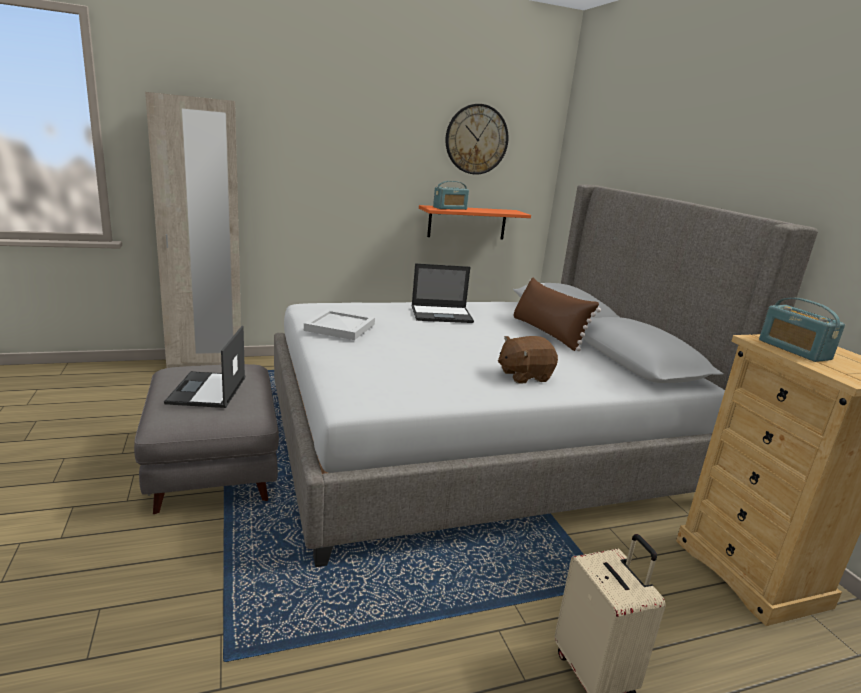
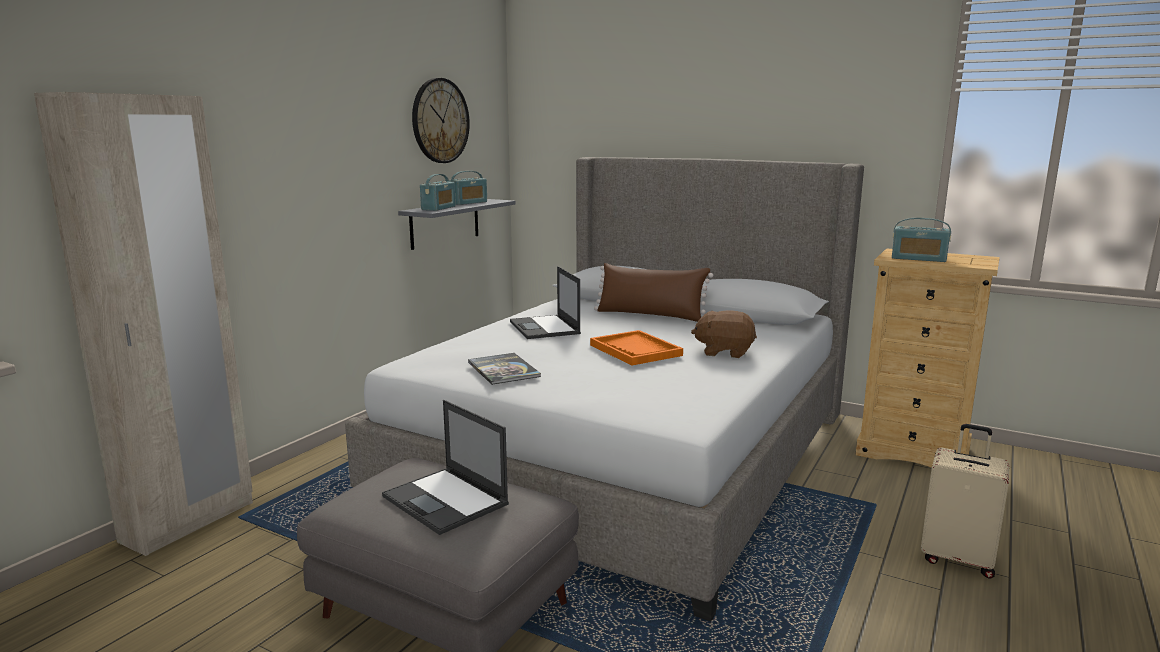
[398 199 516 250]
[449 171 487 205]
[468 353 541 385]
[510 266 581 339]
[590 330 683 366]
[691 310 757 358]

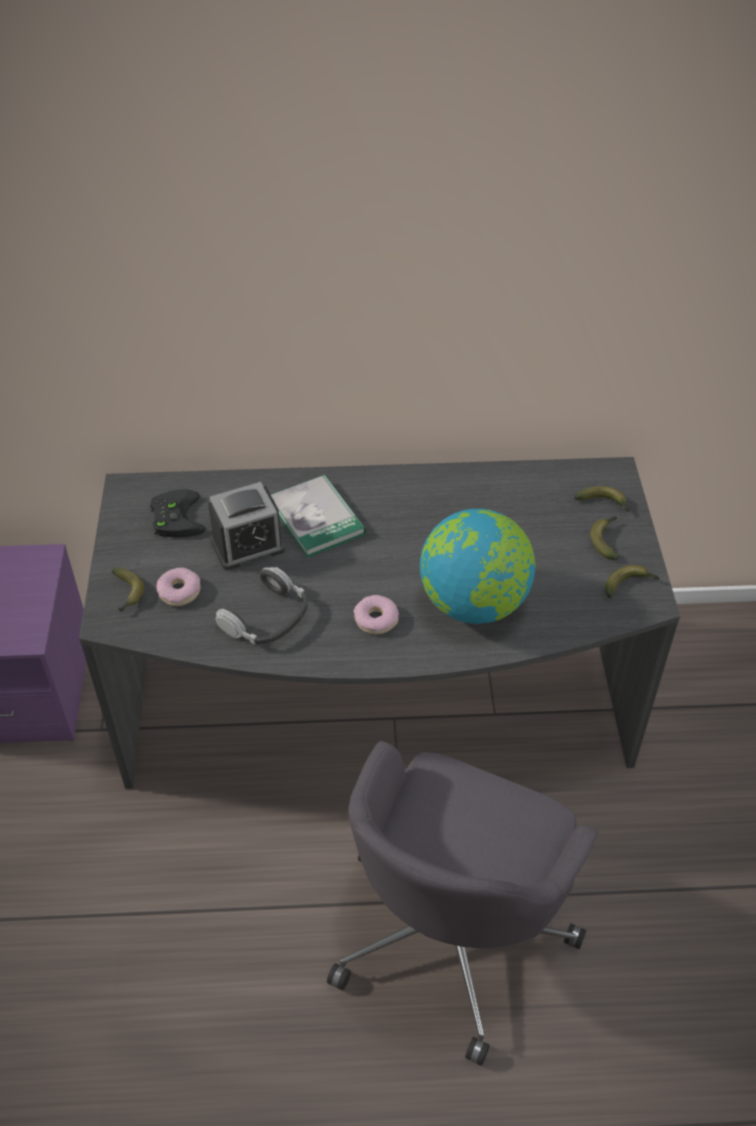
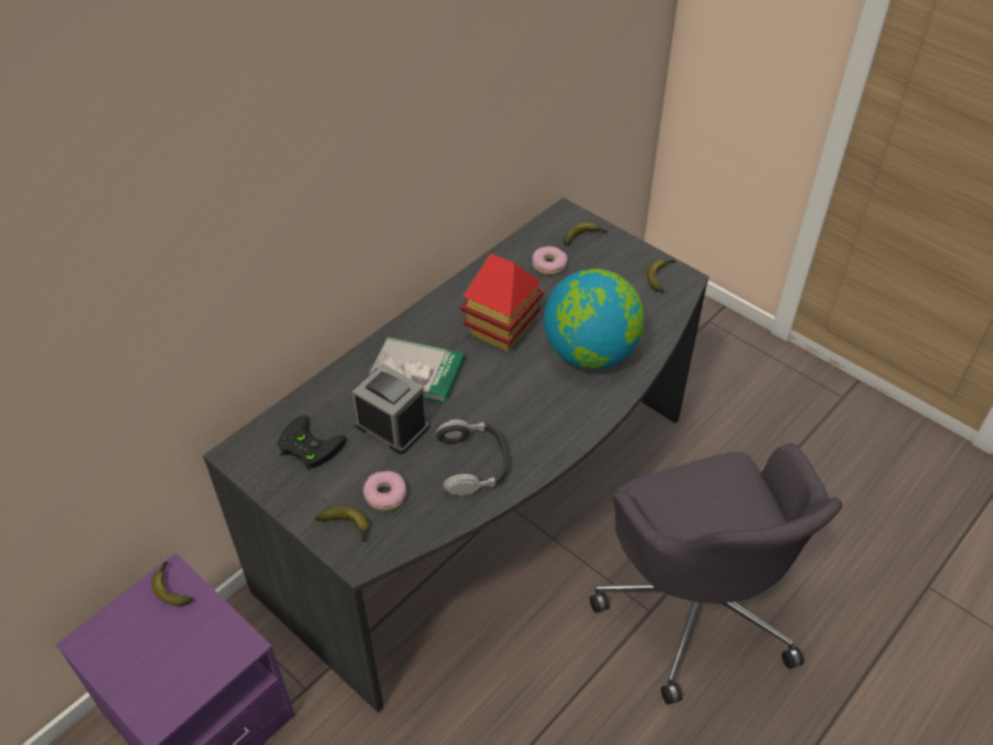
[152 561 193 606]
[352 364 429 454]
[460 254 544 352]
[532 246 568 275]

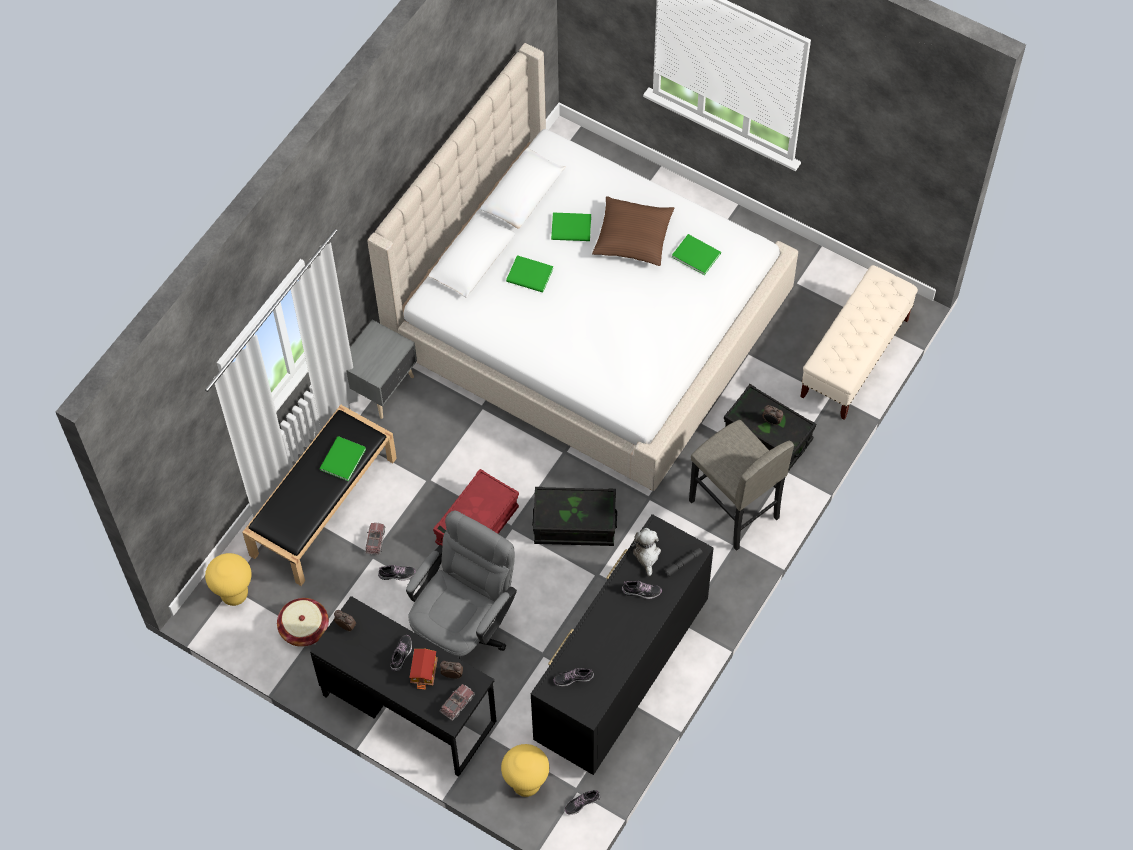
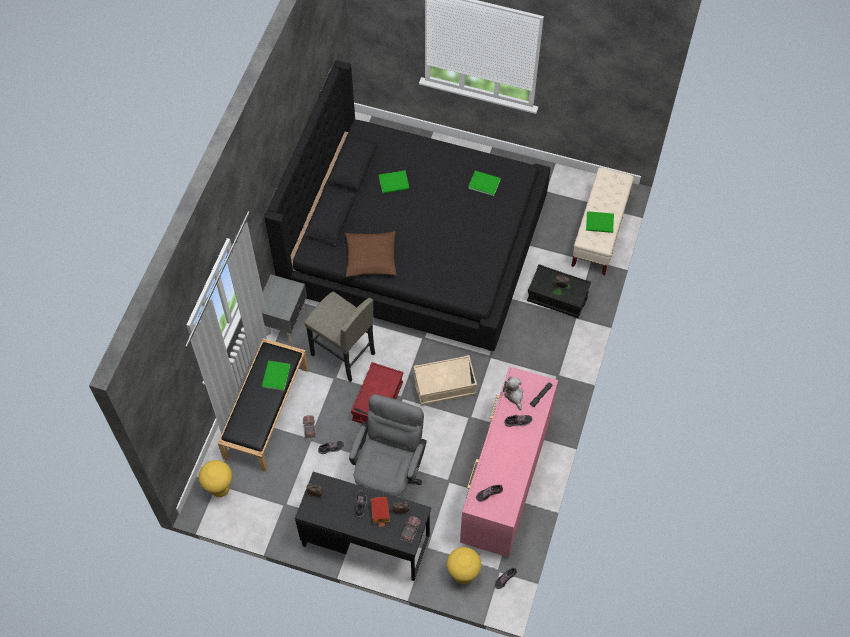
[264 60 551 351]
[304 291 375 382]
[345 231 397 277]
[413 355 477 406]
[460 366 558 557]
[586 211 614 233]
[277 598 329 647] (first image)

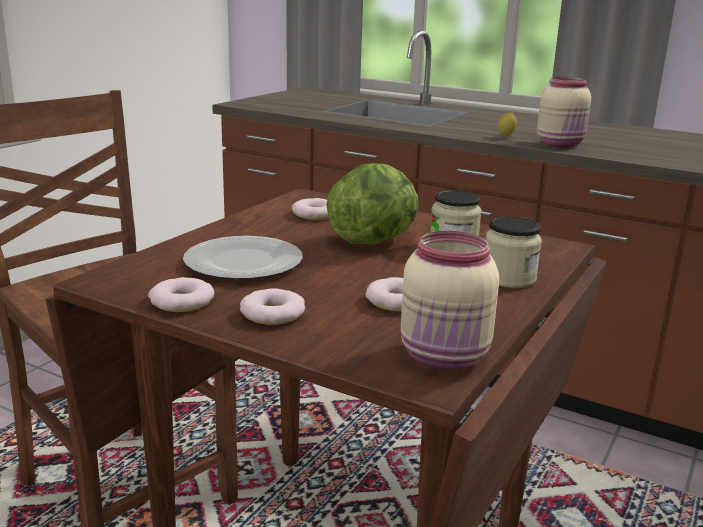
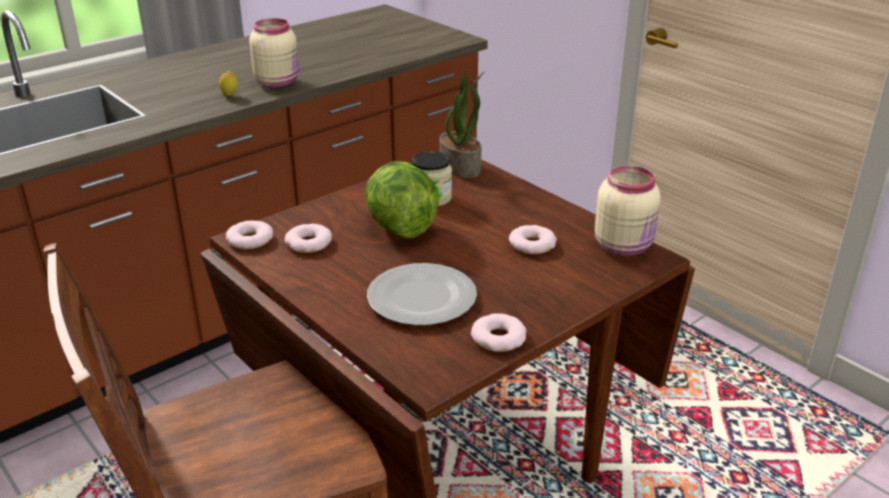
[226 220 273 249]
[439 70 484 178]
[486 216 542 288] (first image)

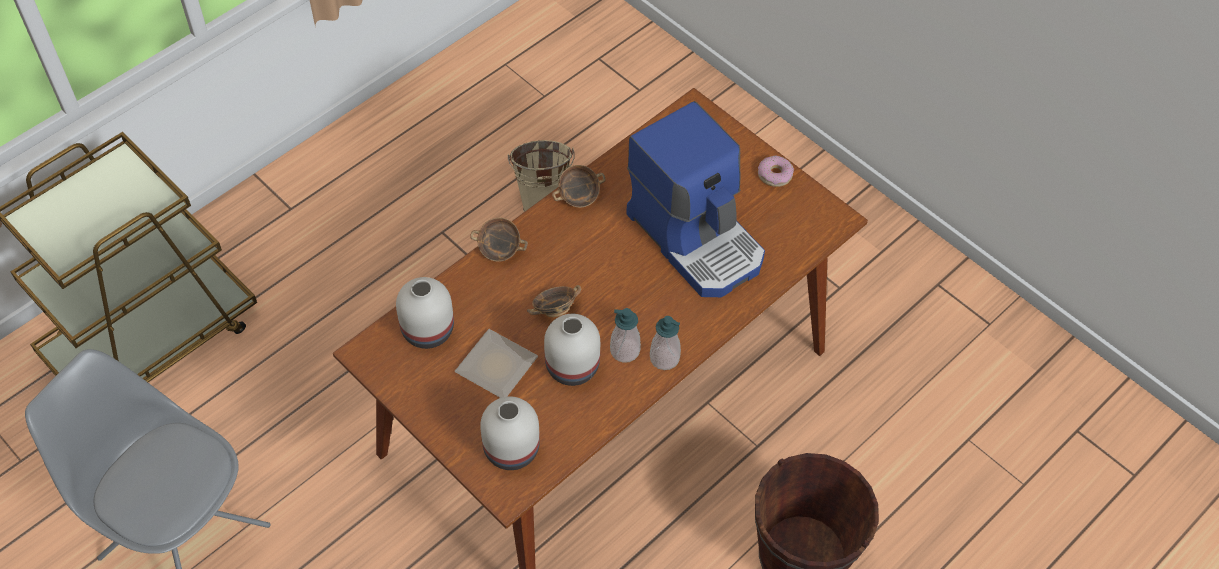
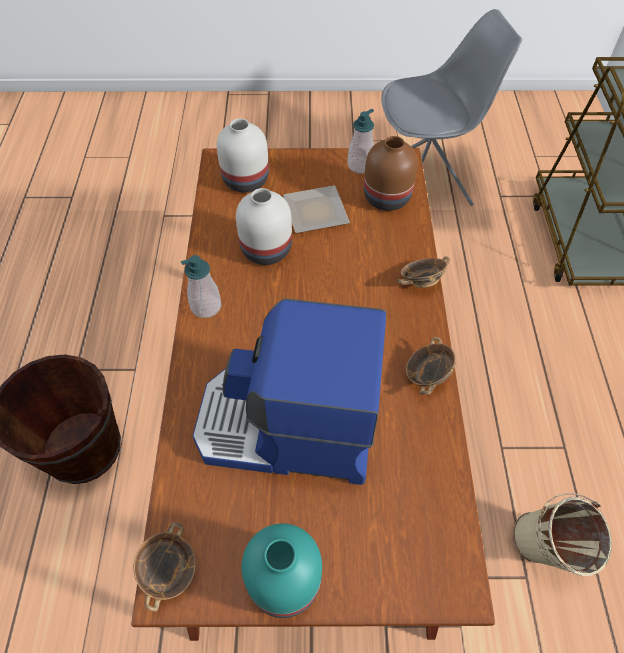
[133 522 196 612]
[242 523 322 618]
[347 109 374 174]
[364 136 418 211]

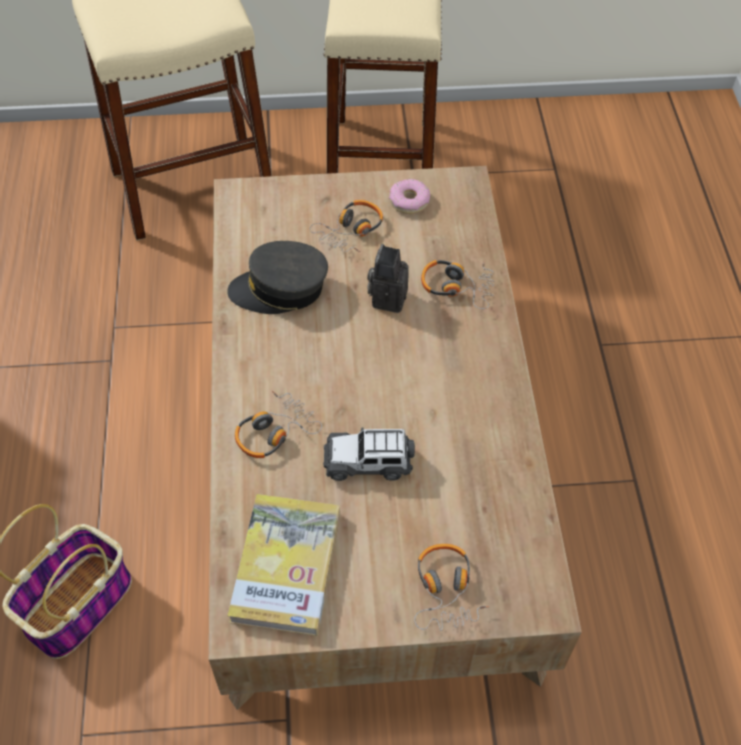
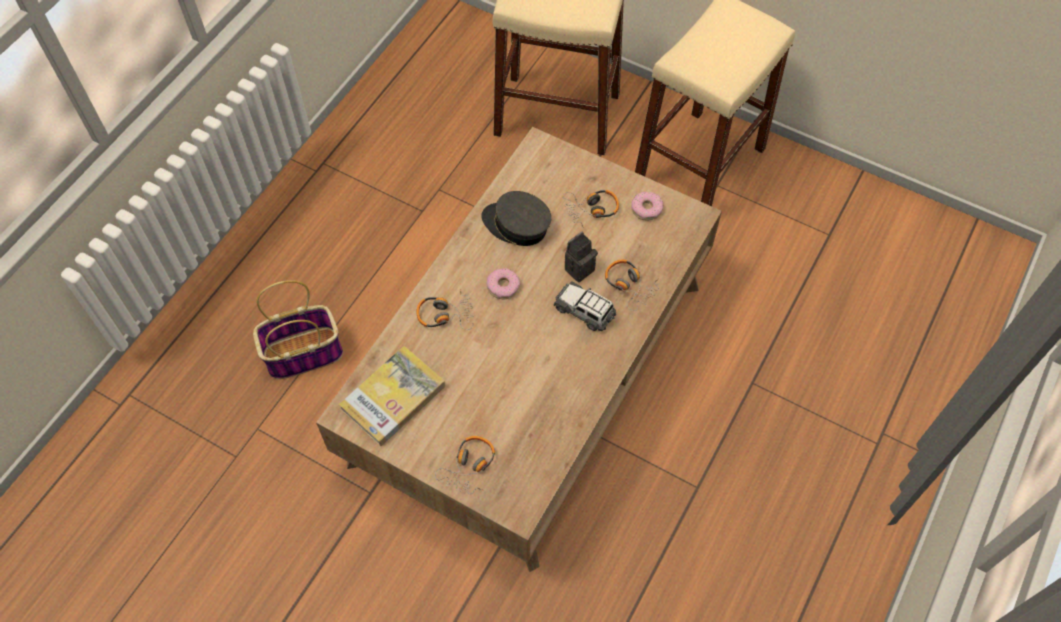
[486 268 520 299]
[553 282 617 331]

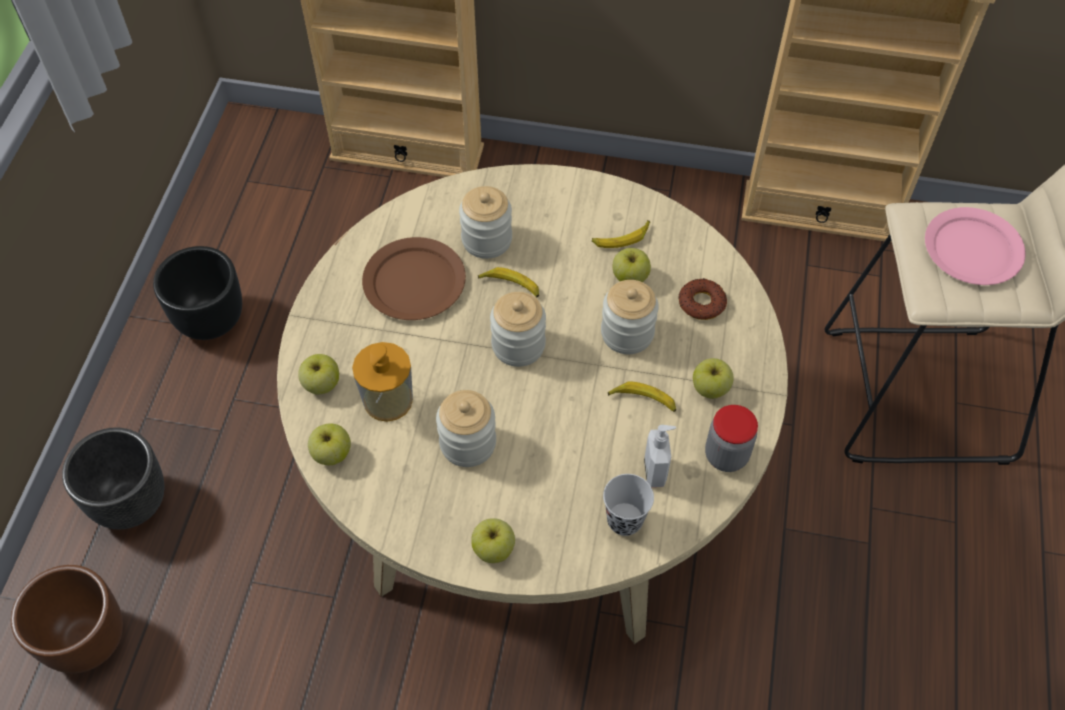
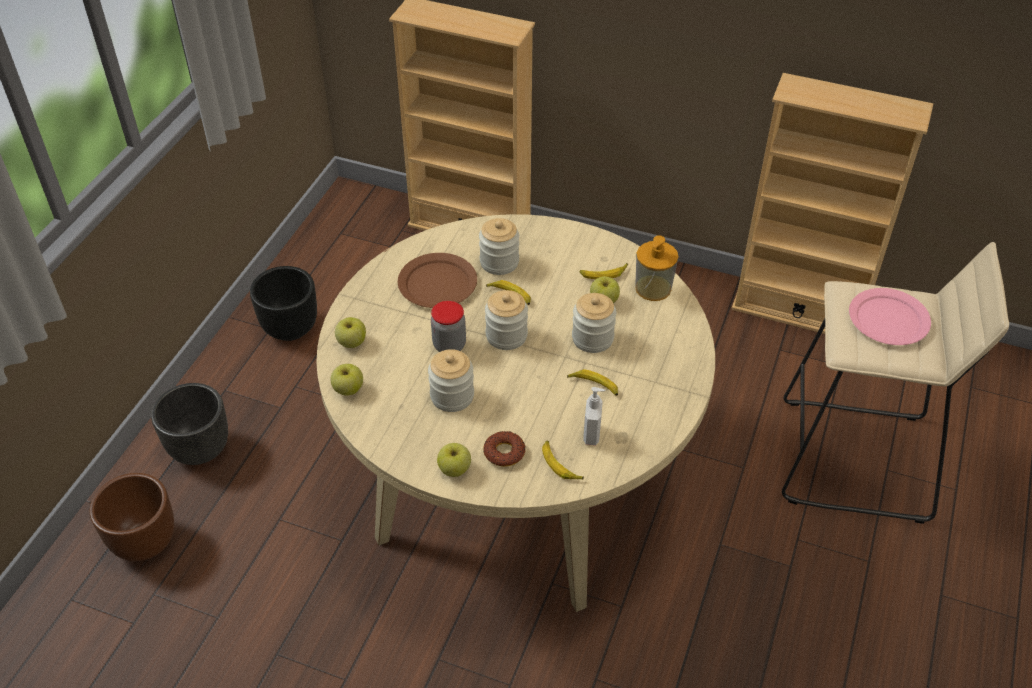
[431 301 466 352]
[483 431 526 467]
[542 441 584 479]
[635 235 679 301]
[693 358 734 399] (first image)

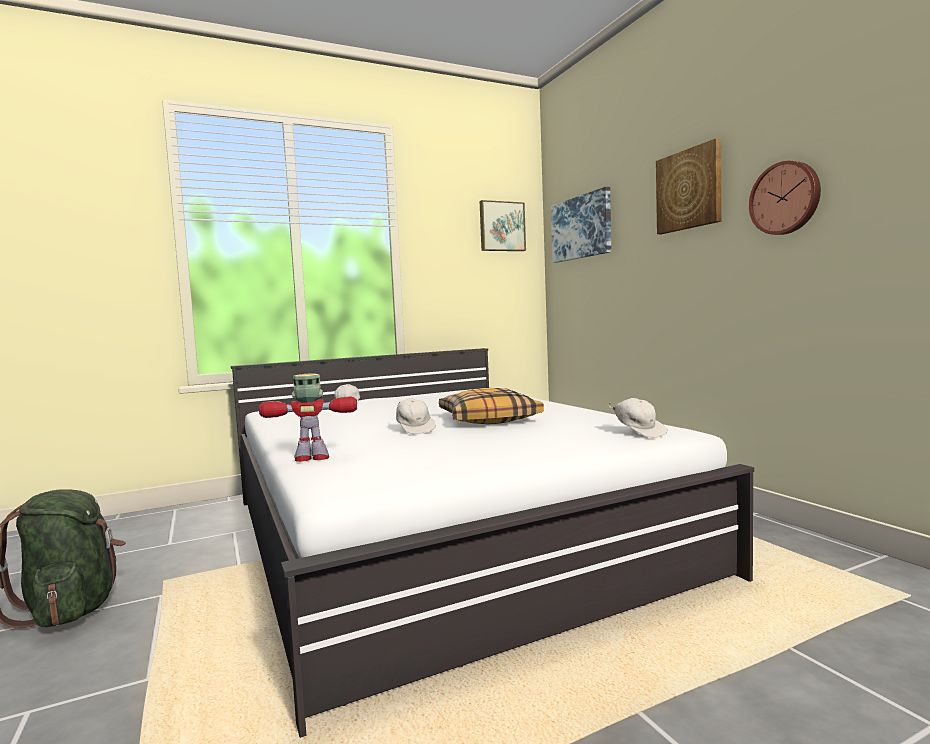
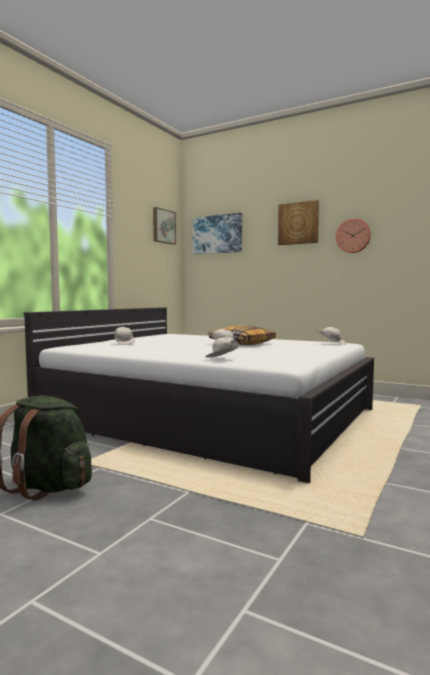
[205 337 243 358]

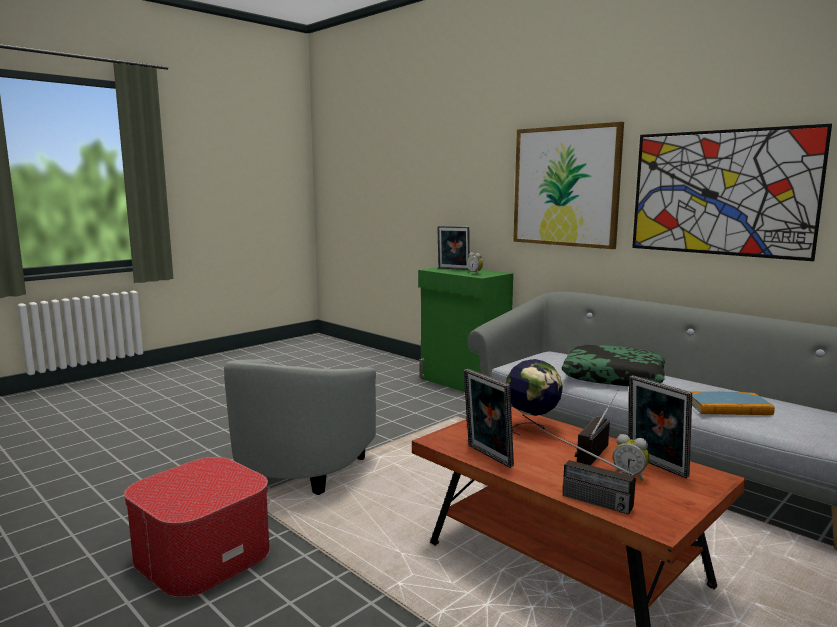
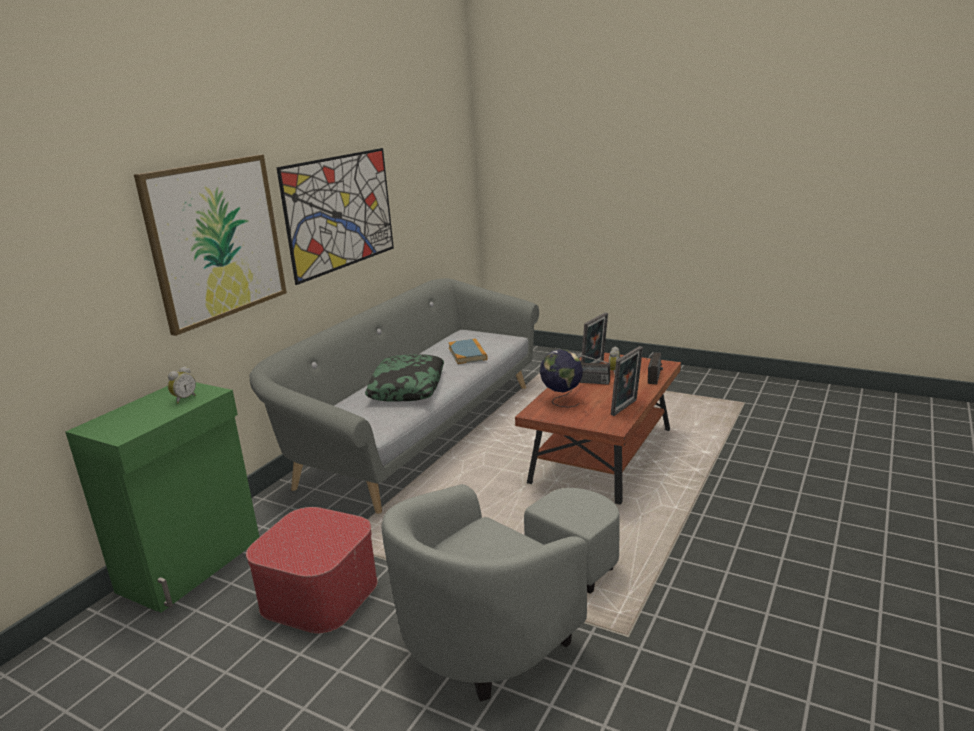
[246 507 377 634]
[381 484 620 702]
[437 226 470 270] (first image)

